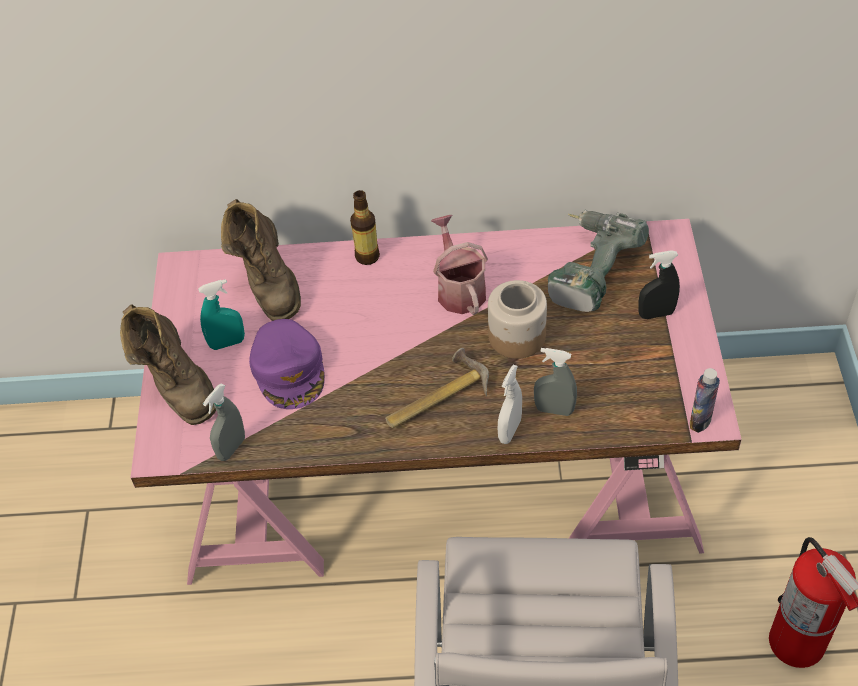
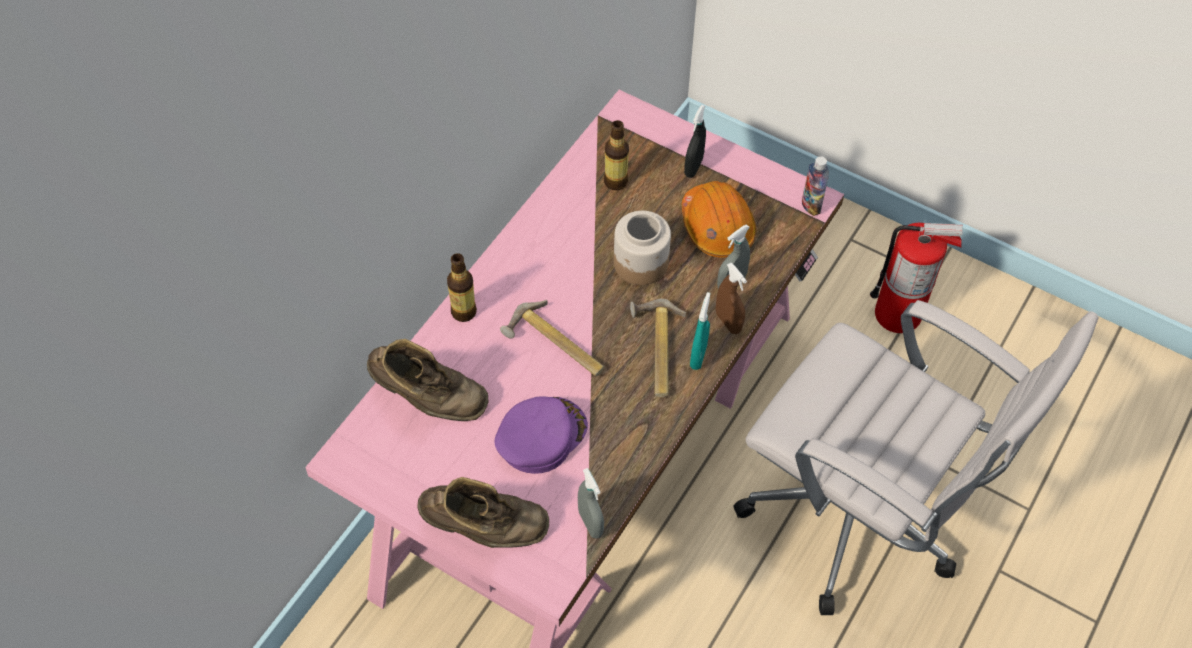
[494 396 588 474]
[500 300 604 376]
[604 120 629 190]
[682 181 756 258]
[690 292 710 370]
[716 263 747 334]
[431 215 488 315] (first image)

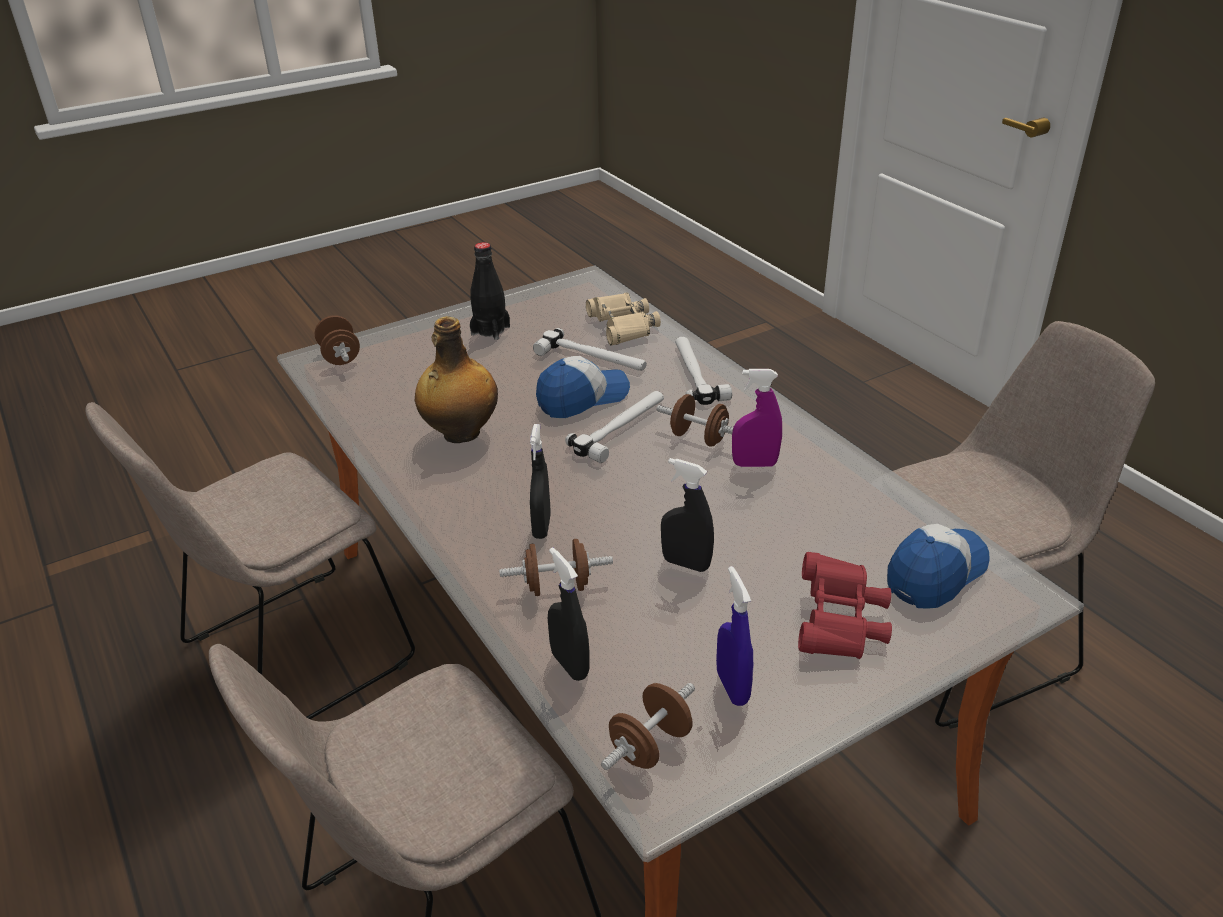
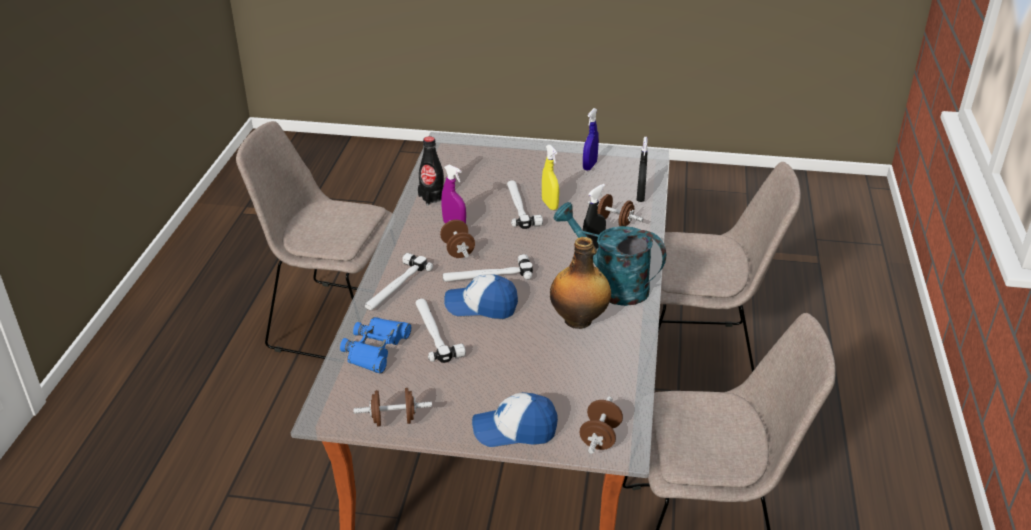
[340 317 411 374]
[353 388 432 427]
[418 136 444 206]
[472 392 558 447]
[507 180 543 229]
[542 145 559 210]
[554 202 666 306]
[798 552 892 659] (first image)

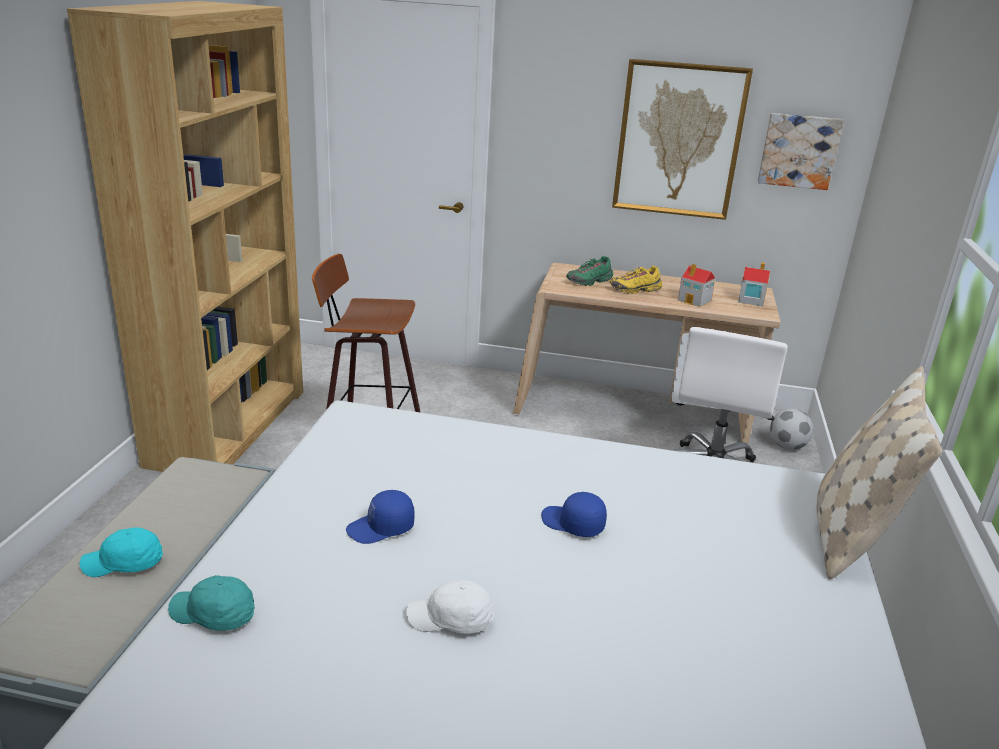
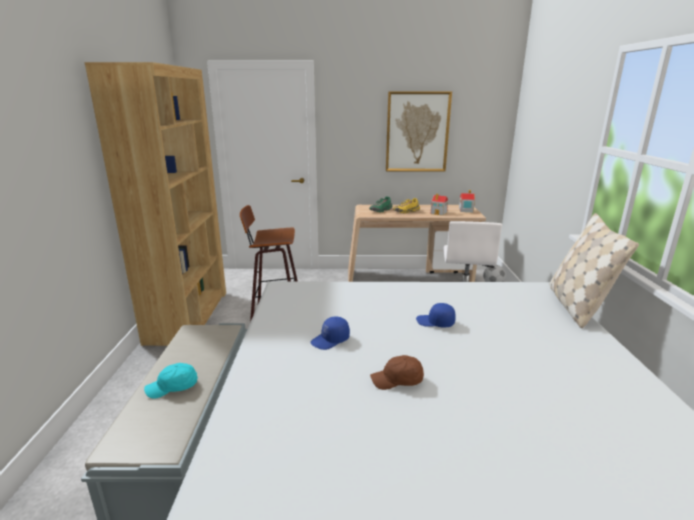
[370 355 424 390]
[168 575 255 631] (first image)
[758 113 844 190] (first image)

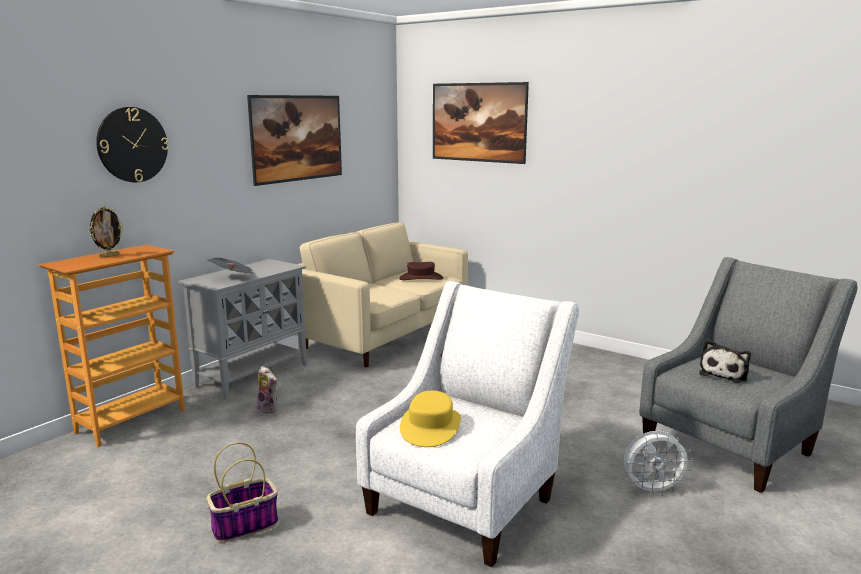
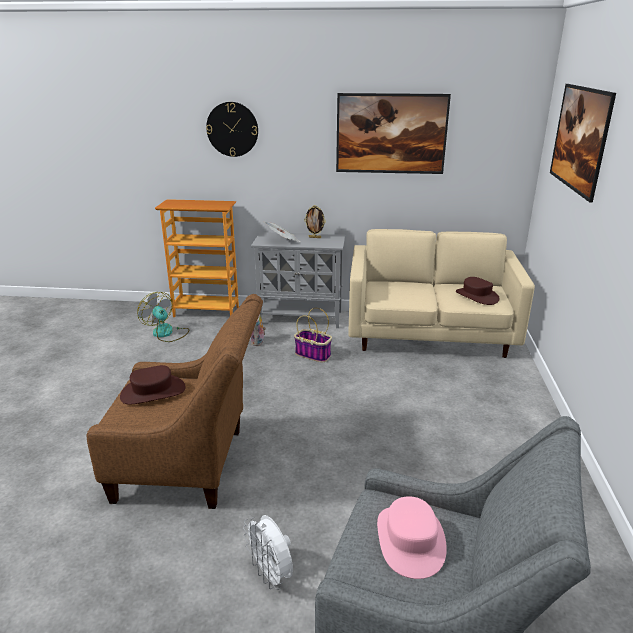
[87 294 263 509]
[120 365 186 404]
[137 292 189 342]
[294 308 332 362]
[304 205 326 238]
[377 496 447 579]

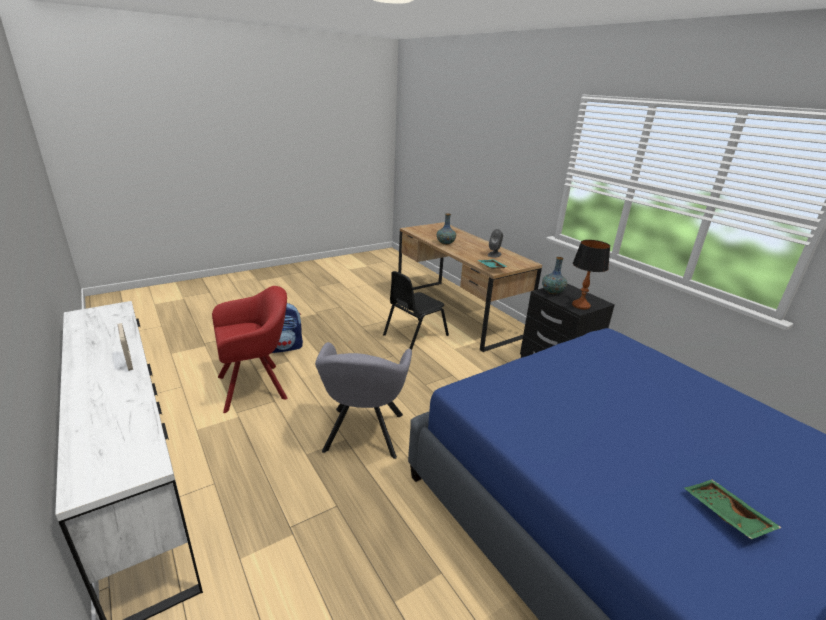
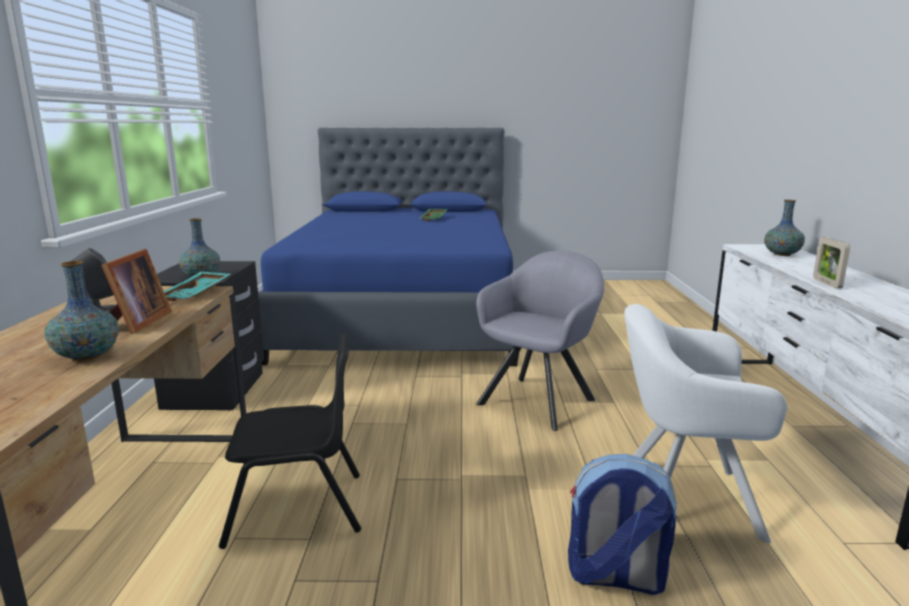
[101 249 172 334]
[624 304 787 543]
[764 200 805 256]
[572 240 610 309] (first image)

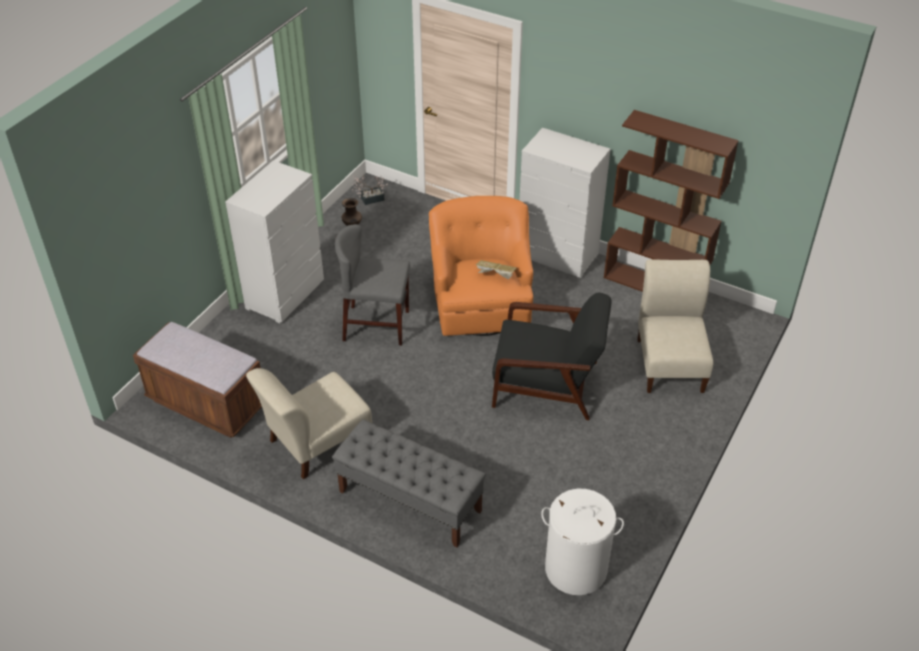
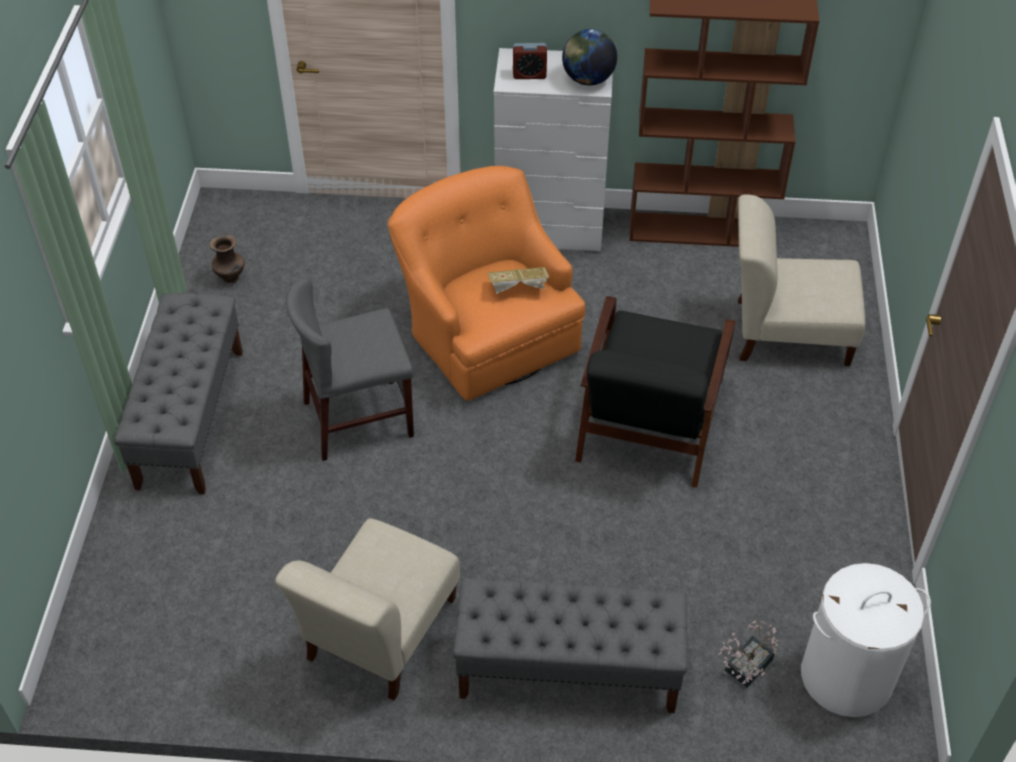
[114 293 243 494]
[513 43 547 79]
[562 29 617 85]
[575 296 736 488]
[718 621 778 687]
[738 194 865 366]
[133 322 262 438] (first image)

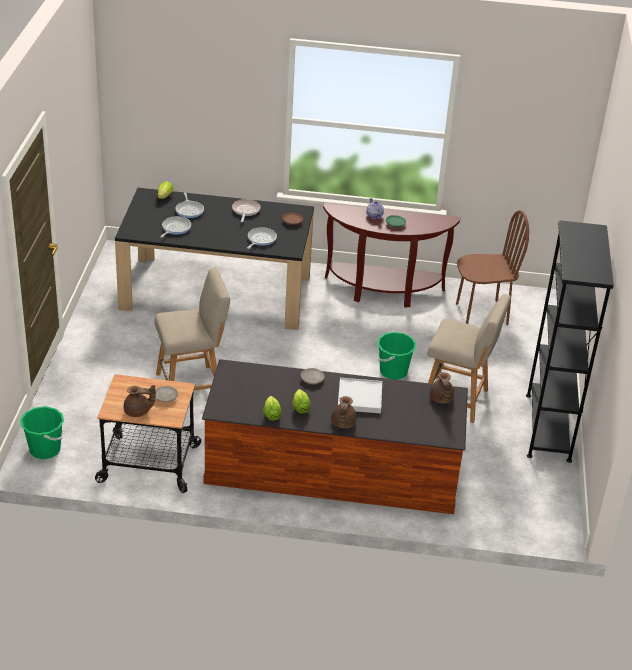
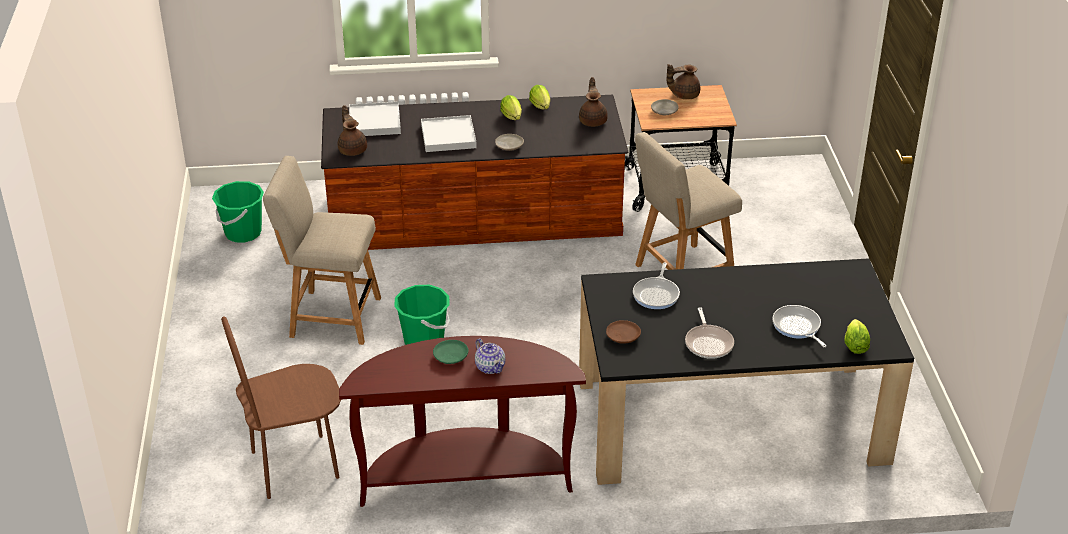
[212 181 264 243]
[349 102 401 136]
[579 77 608 127]
[160 217 191 237] (first image)
[526 220 614 463] (first image)

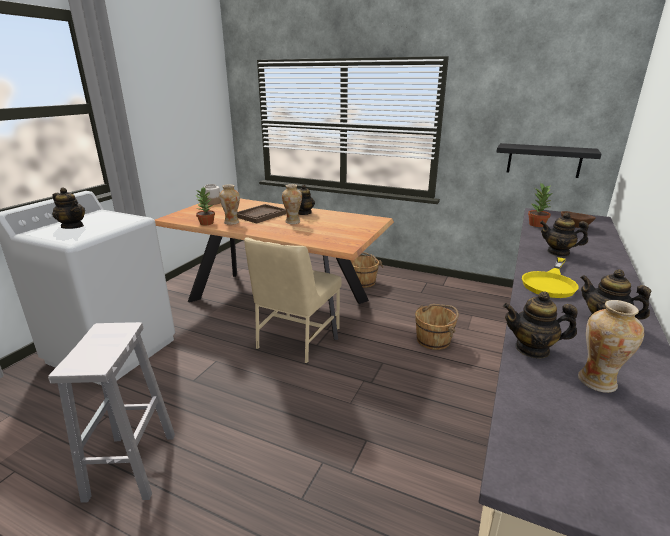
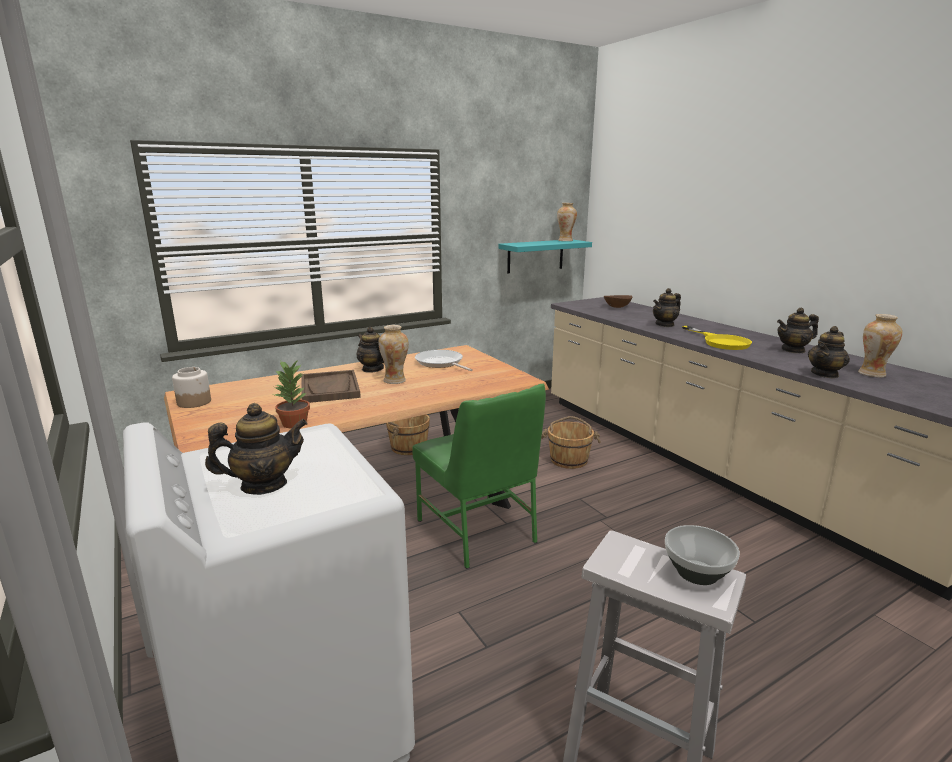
[412 384 546 569]
[415 350 473 371]
[498 240 592 273]
[557 203 577 241]
[665 525 740 585]
[528 183 554 227] (first image)

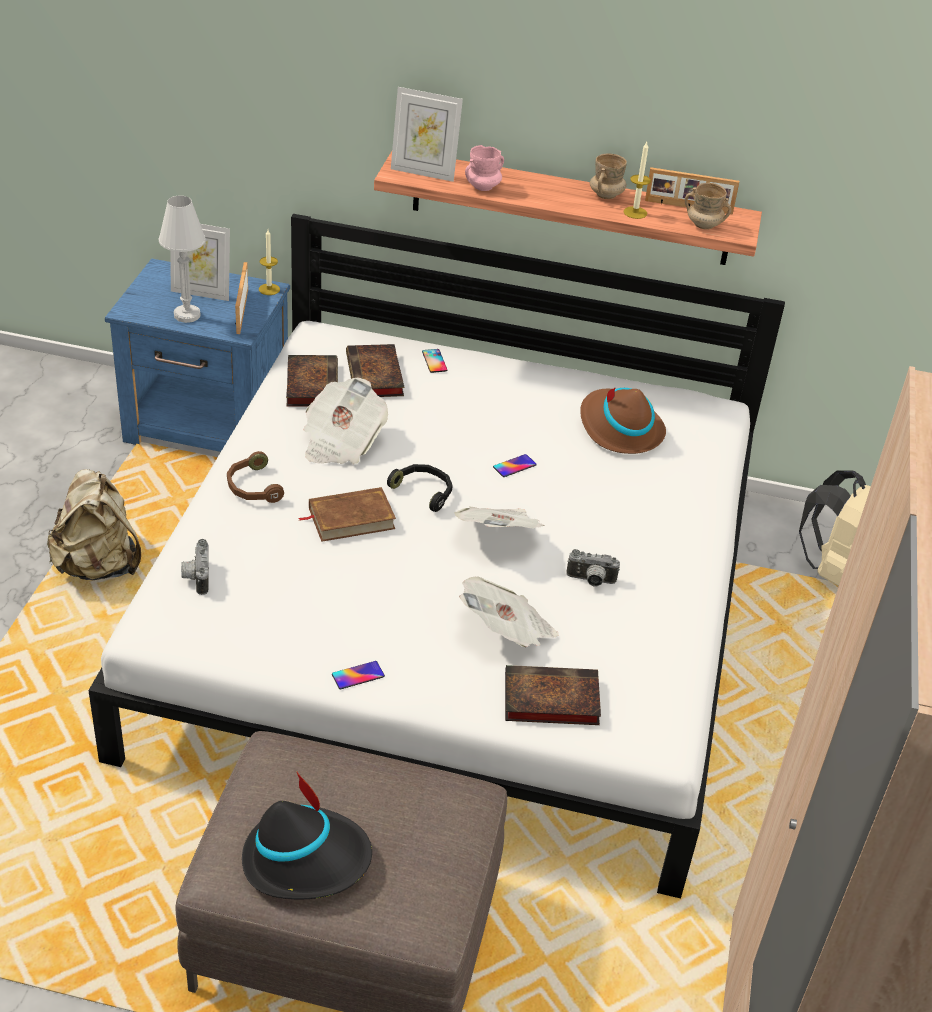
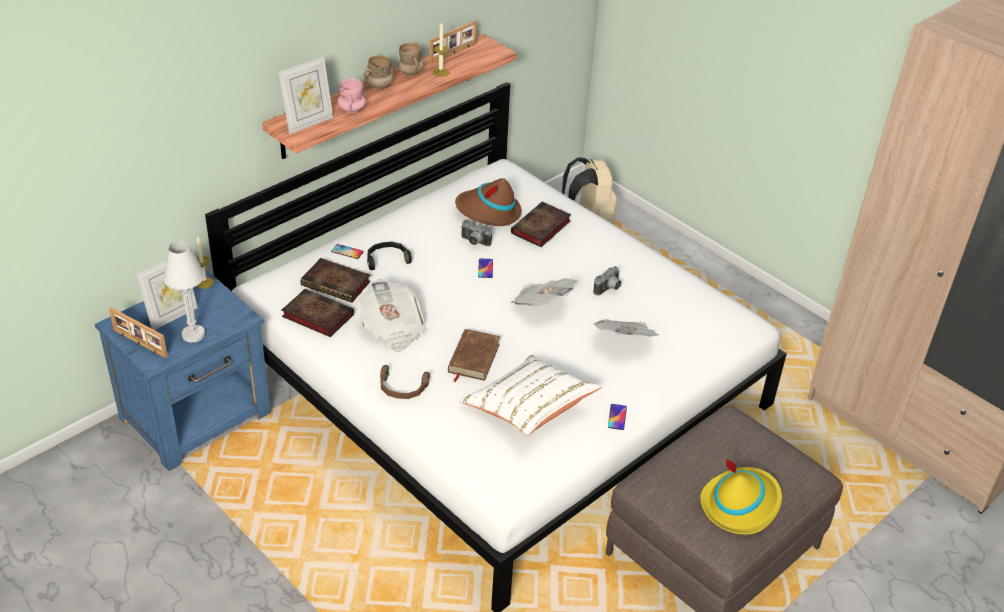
[109 307 168 358]
[363 55 396 89]
[367 242 412 270]
[459 354 602 436]
[461 220 492 246]
[511 202 571 247]
[700 458 782 535]
[47 469 141 580] (first image)

